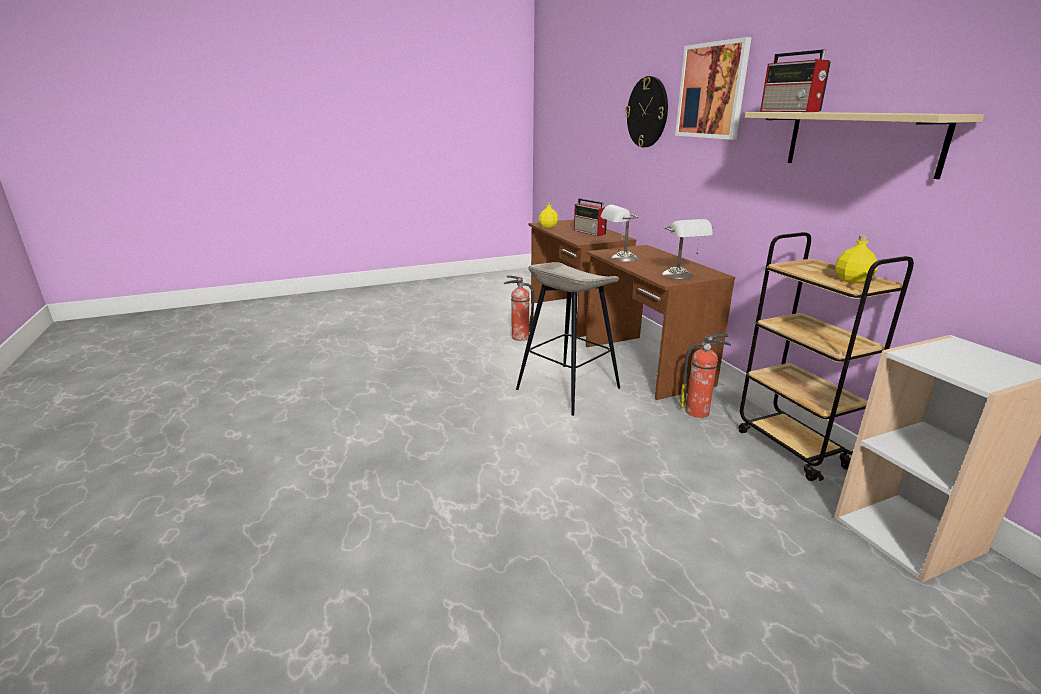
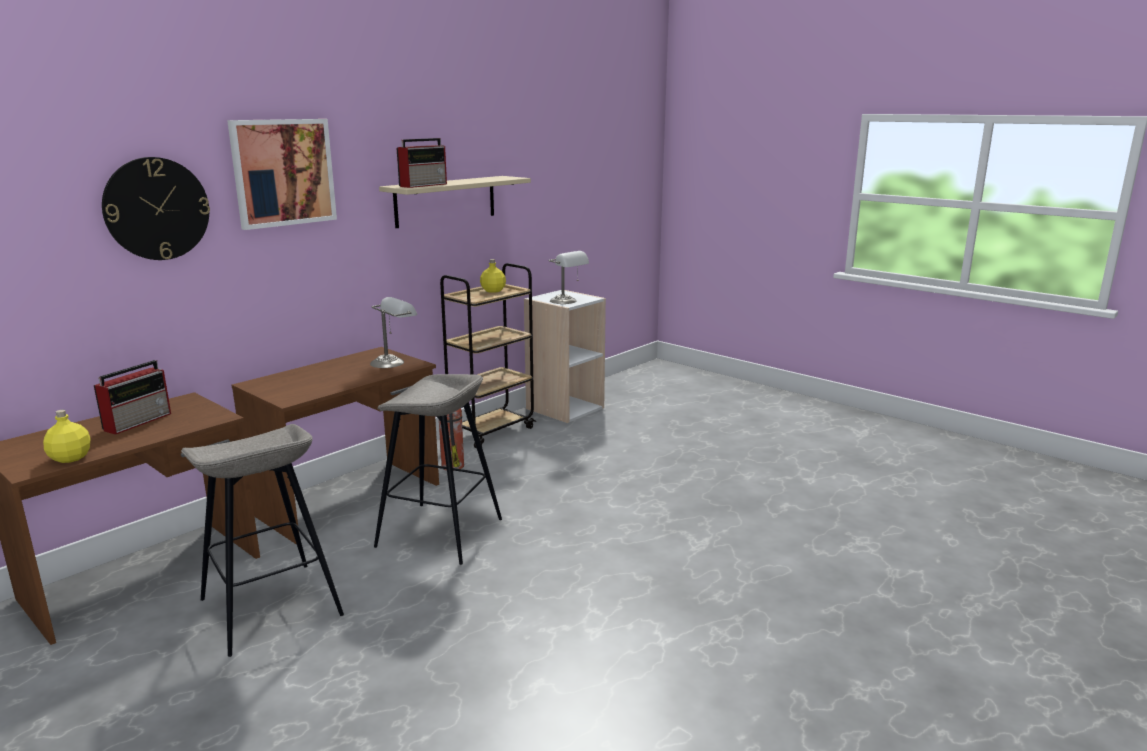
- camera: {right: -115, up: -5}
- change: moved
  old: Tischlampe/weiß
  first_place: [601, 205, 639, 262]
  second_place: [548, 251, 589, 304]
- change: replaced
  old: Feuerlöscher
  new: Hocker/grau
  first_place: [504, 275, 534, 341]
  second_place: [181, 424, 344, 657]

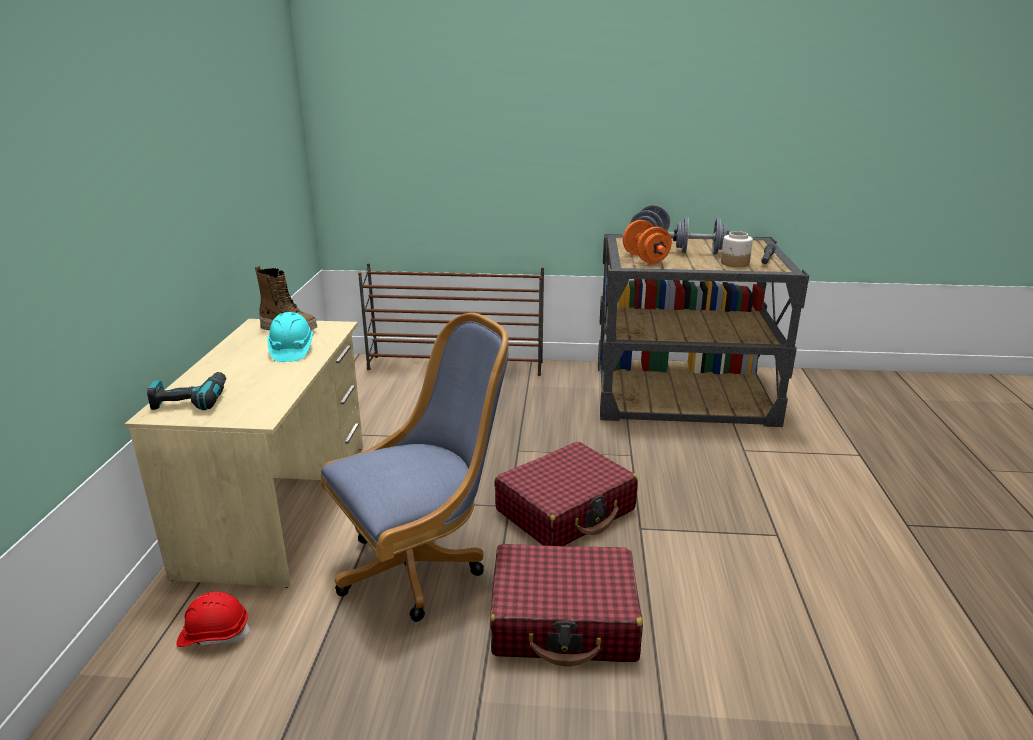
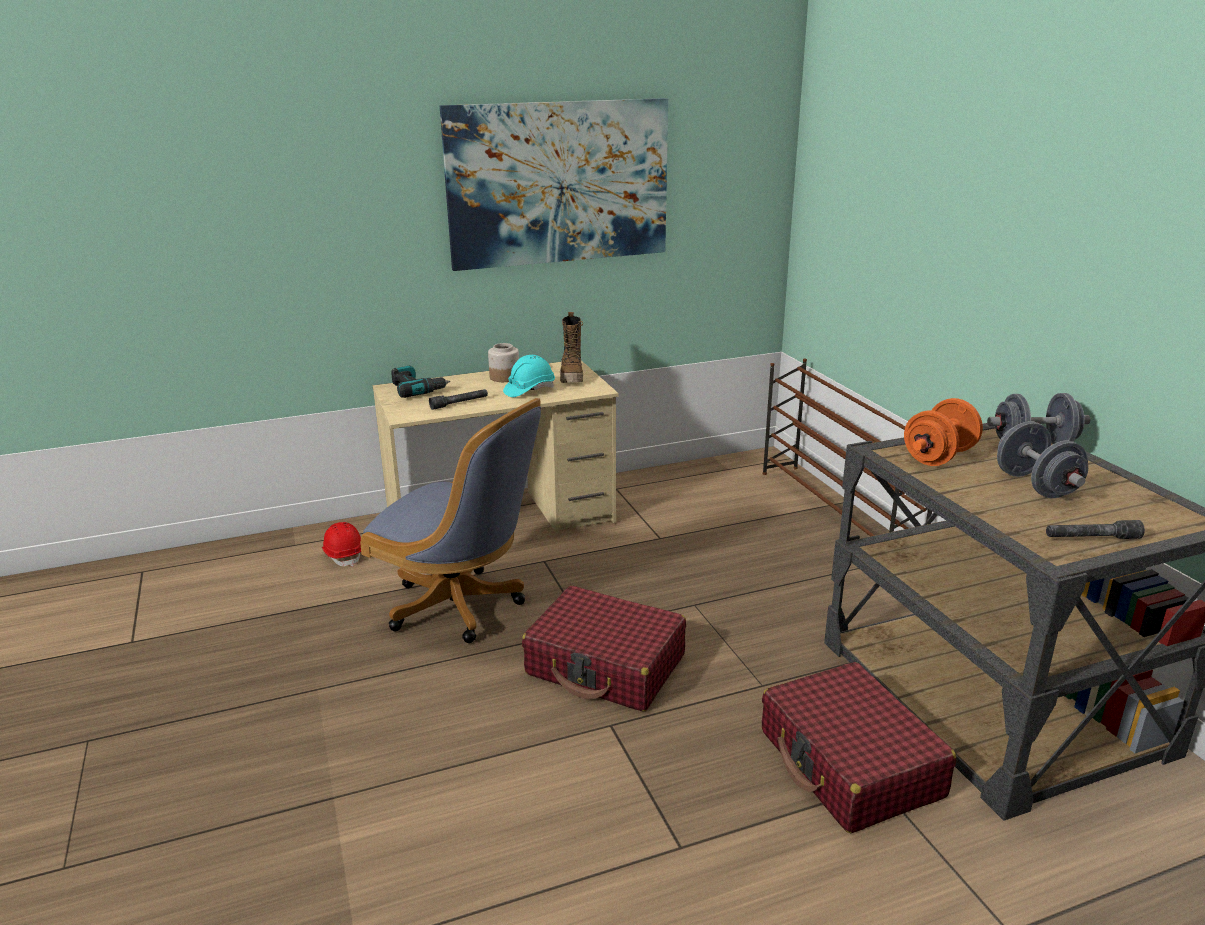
- camera: {right: 65, up: 0}
- change: moved
  old: Vorratsglas
  first_place: [721, 231, 753, 267]
  second_place: [488, 343, 519, 382]
- change: moved
  old: Koffer/rot
  first_place: [490, 544, 643, 667]
  second_place: [762, 662, 956, 833]
- change: added
  new: Bild
  second_place: [439, 98, 668, 271]
- change: added
  new: Taschenlampe/grau
  second_place: [429, 389, 488, 410]

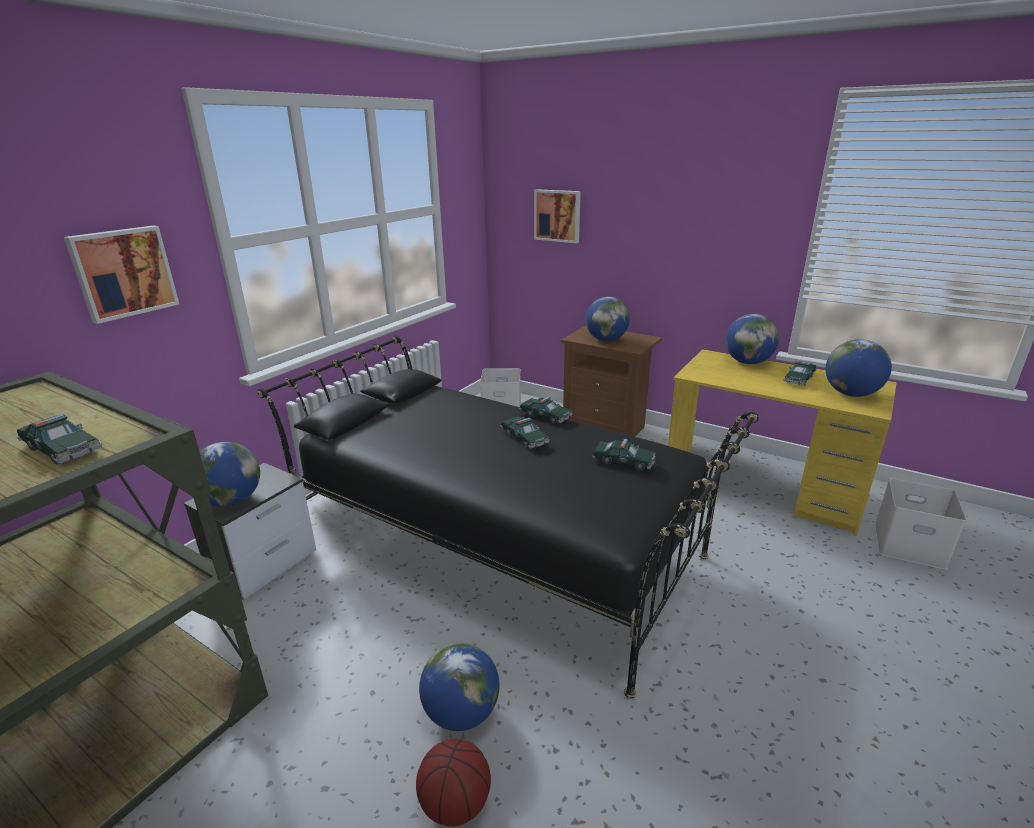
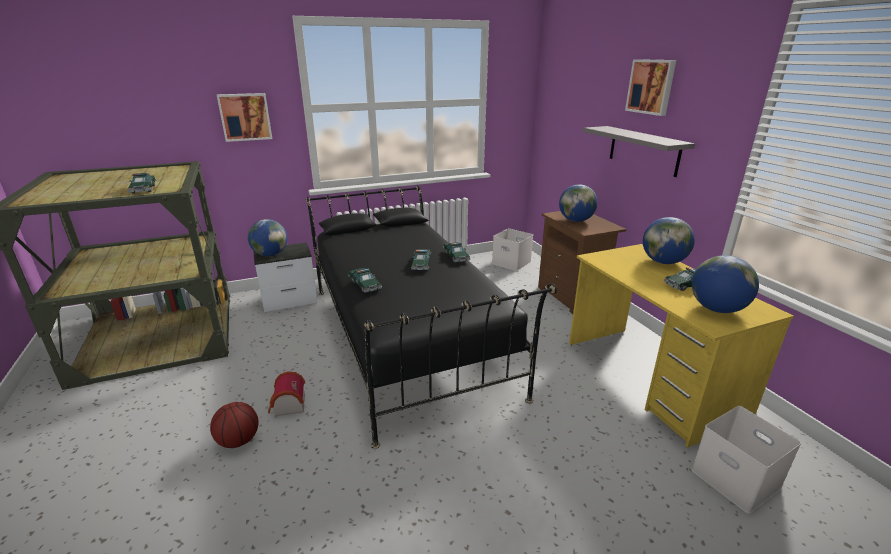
- camera: {right: 35, up: 0}
- change: moved
  old: Bild
  first_place: [534, 189, 581, 243]
  second_place: [625, 59, 676, 116]
- change: moved
  old: Spielzeugauto
  first_place: [592, 439, 656, 471]
  second_place: [348, 268, 382, 293]
- change: replaced
  old: Globus
  new: Spielzeughaus
  first_place: [419, 643, 500, 731]
  second_place: [268, 371, 305, 416]
- change: added
  new: Wandregal/grau
  second_place: [583, 126, 695, 177]

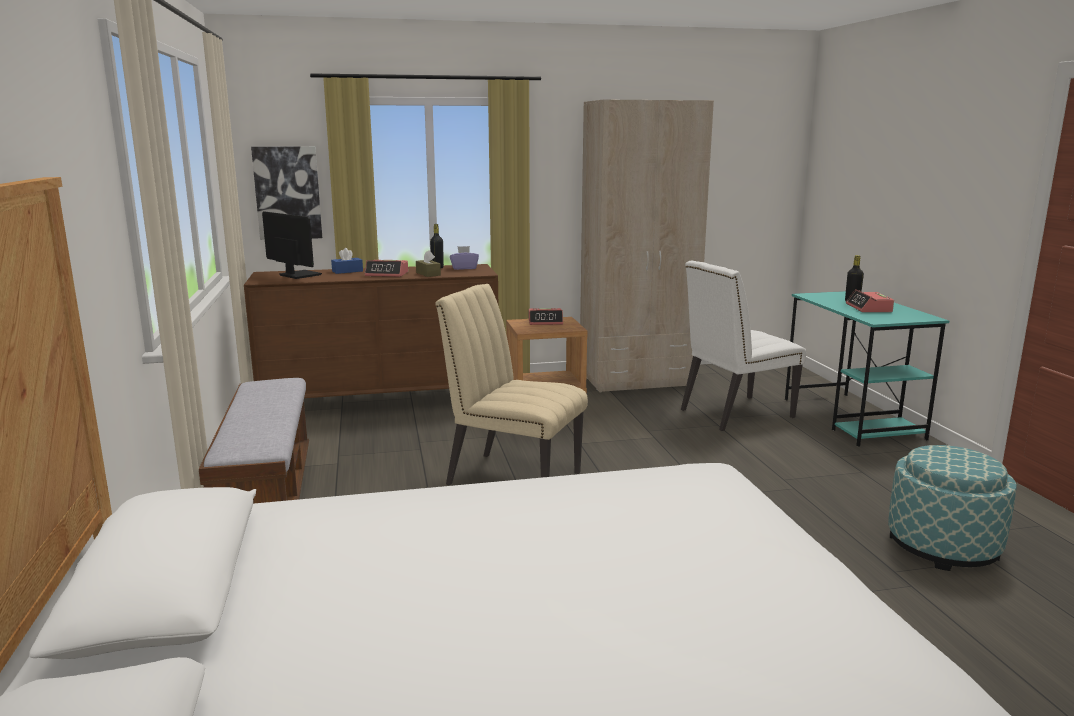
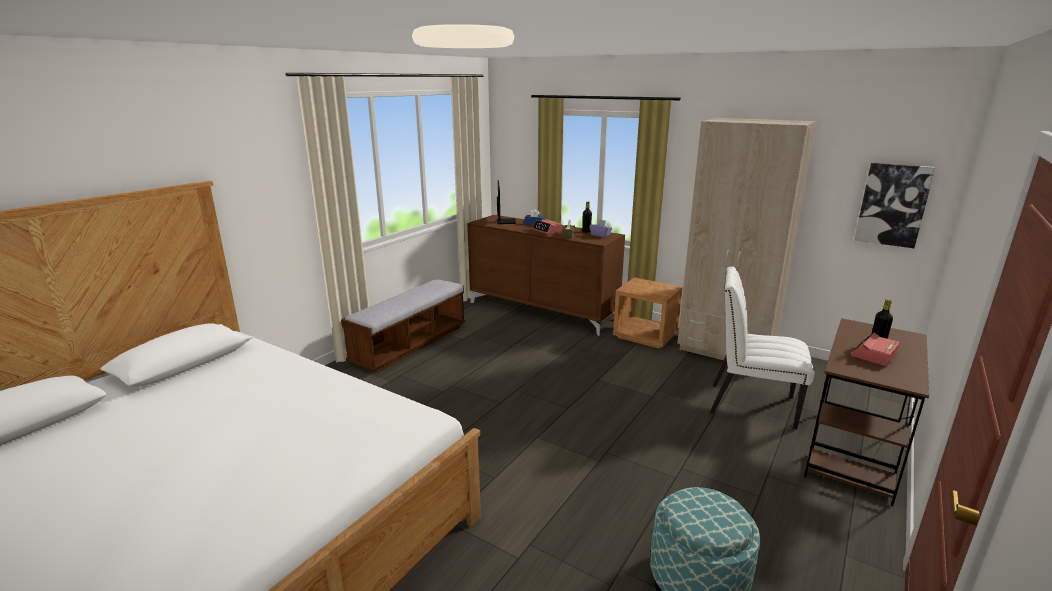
- camera: {right: 45, up: 5}
- change: moved
  old: Bild
  first_place: [251, 146, 322, 240]
  second_place: [854, 163, 935, 248]
- change: removed
  old: Stuhl/beige
  first_place: [435, 284, 588, 485]
- change: recoloured
  old: Schreibtisch/türkis
  new: Schreibtisch/braun
  first_place: [785, 291, 949, 447]
  second_place: [804, 318, 929, 506]
- change: removed
  old: Wecker
  first_place: [529, 308, 563, 325]

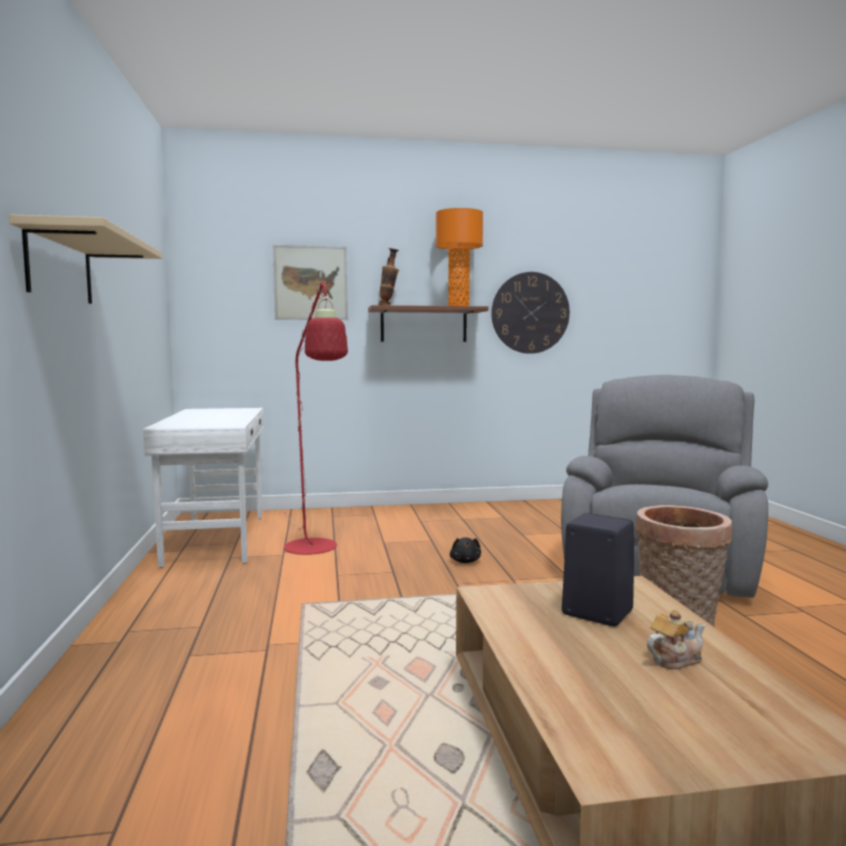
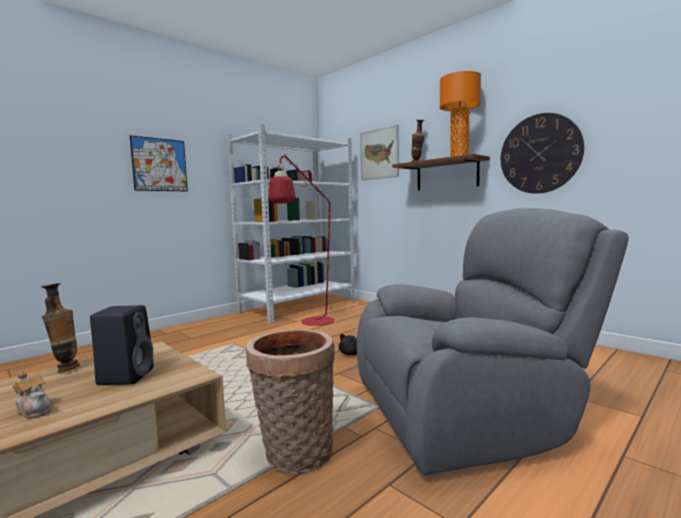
- camera: {right: 55, up: 0}
- change: replaced
  old: Wandregal/beige
  new: Bild
  first_place: [9, 214, 162, 304]
  second_place: [130, 135, 188, 191]
- change: replaced
  old: Konsolentisch/weiß
  new: Bücherregal/weiß
  first_place: [143, 408, 264, 568]
  second_place: [227, 124, 355, 324]
- change: added
  new: Vase
  second_place: [41, 283, 80, 373]

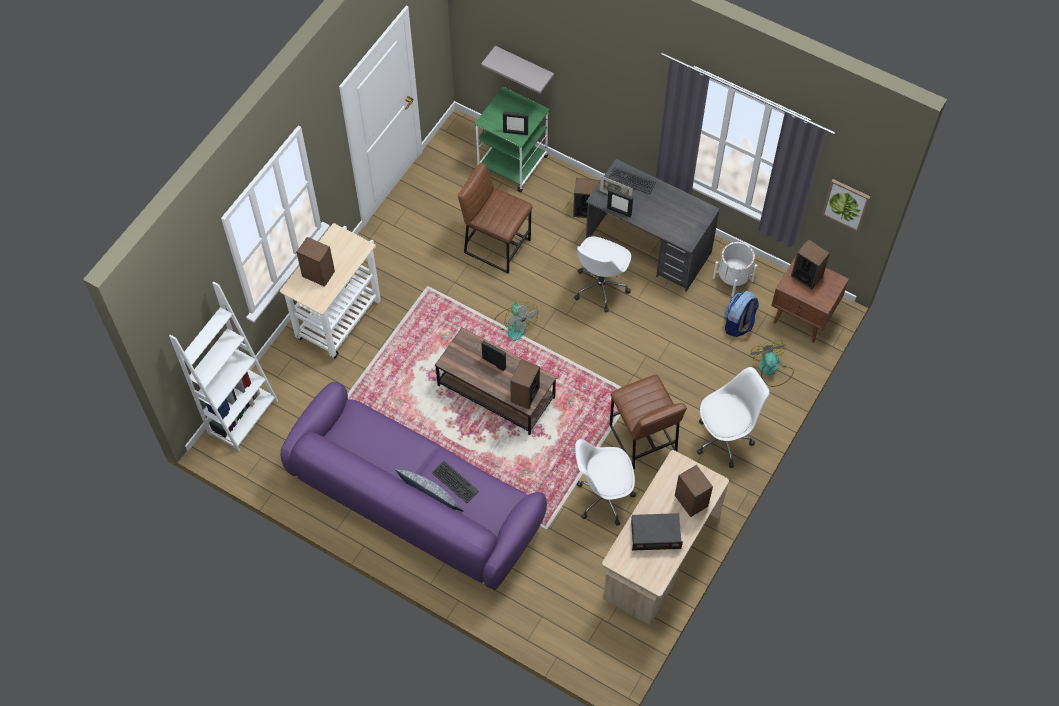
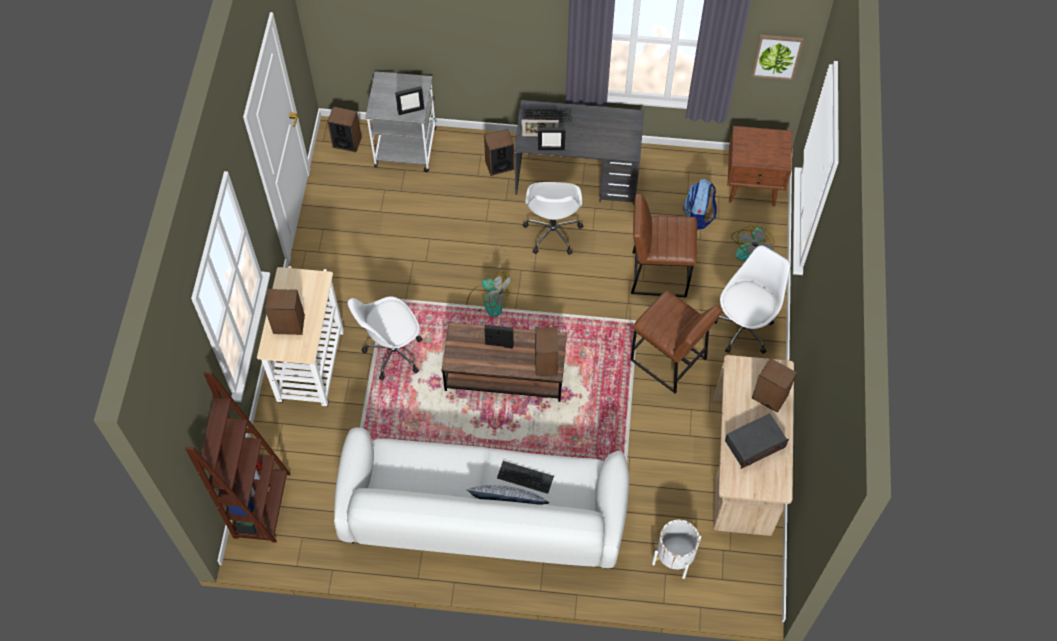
- camera: {right: -25, up: 0}
- change: removed
  old: Wandregal/grau
  first_place: [481, 46, 554, 94]
- change: recoloured
  old: Rollwagen/grün
  new: Rollwagen/grau
  first_place: [474, 87, 550, 192]
  second_place: [365, 71, 436, 172]
- change: moved
  old: Stuhl/braun
  first_place: [458, 163, 533, 274]
  second_place: [631, 194, 697, 297]
- change: moved
  old: Lautsprecher
  first_place: [791, 239, 830, 290]
  second_place: [327, 106, 362, 152]
- change: moved
  old: Pflanzkübel/weiß
  first_place: [713, 242, 757, 297]
  second_place: [652, 520, 701, 579]
- change: recoloured
  old: Bücherregal/weiß
  new: Bücherregal/braun
  first_place: [169, 282, 278, 452]
  second_place: [185, 372, 290, 543]
- change: turned
  old: Ventilator
  first_place: [750, 341, 794, 387]
  second_place: [731, 225, 775, 261]
  degrees: -120
- change: recoloured
  old: Sofa/lila
  new: Sofa/weiß
  first_place: [281, 382, 547, 590]
  second_place: [334, 428, 629, 569]
- change: moved
  old: Bürostuhl/weiß
  first_place: [575, 439, 636, 526]
  second_place: [348, 296, 422, 380]

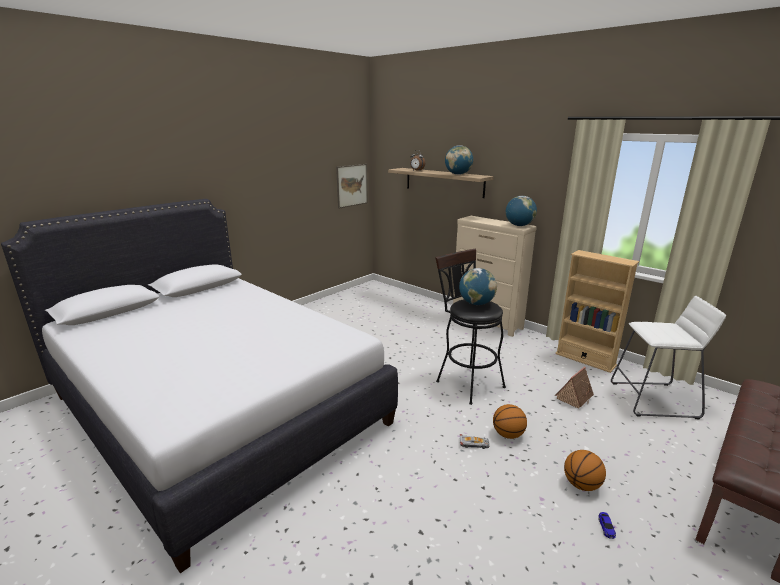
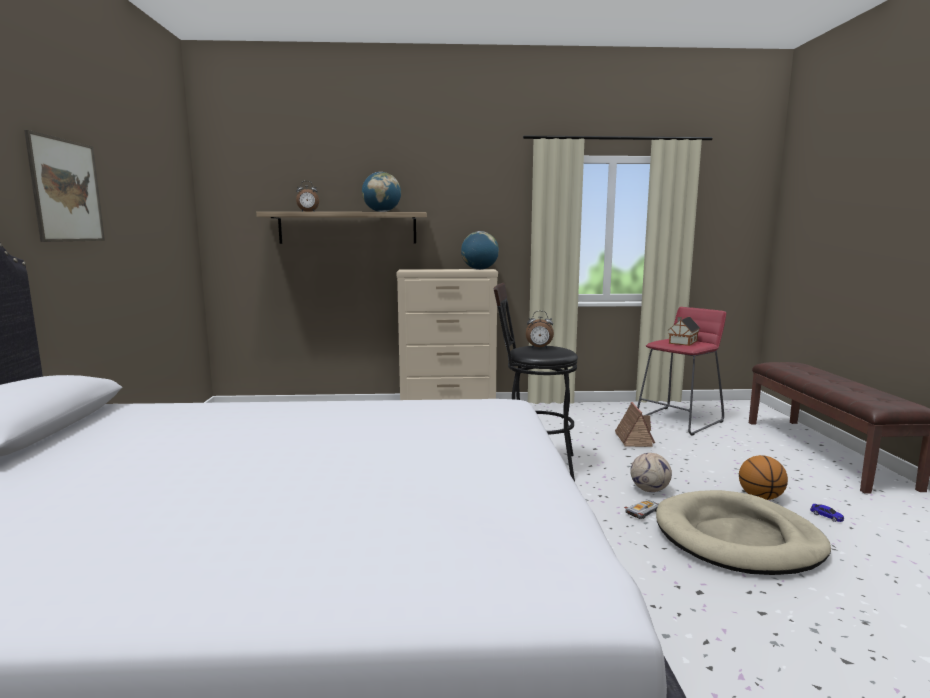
- camera: {right: -45, up: -10}
- change: moved
  old: Bild
  first_place: [336, 164, 368, 209]
  second_place: [24, 130, 105, 242]
- change: removed
  old: Bücherregal/beige
  first_place: [555, 250, 639, 373]
- change: replaced
  old: Globus
  new: Wecker
  first_place: [459, 268, 497, 305]
  second_place: [526, 311, 554, 348]
- change: recoloured
  old: Hocker/weiß
  new: Hocker/rot
  first_place: [611, 296, 726, 419]
  second_place: [637, 307, 726, 436]
- change: replaced
  old: Basketball
  new: Fußball
  first_place: [493, 404, 527, 439]
  second_place: [630, 453, 672, 492]
- change: added
  new: Spielzeughaus
  second_place: [668, 317, 700, 346]
- change: added
  new: Hundebett/beige
  second_place: [656, 490, 831, 575]

